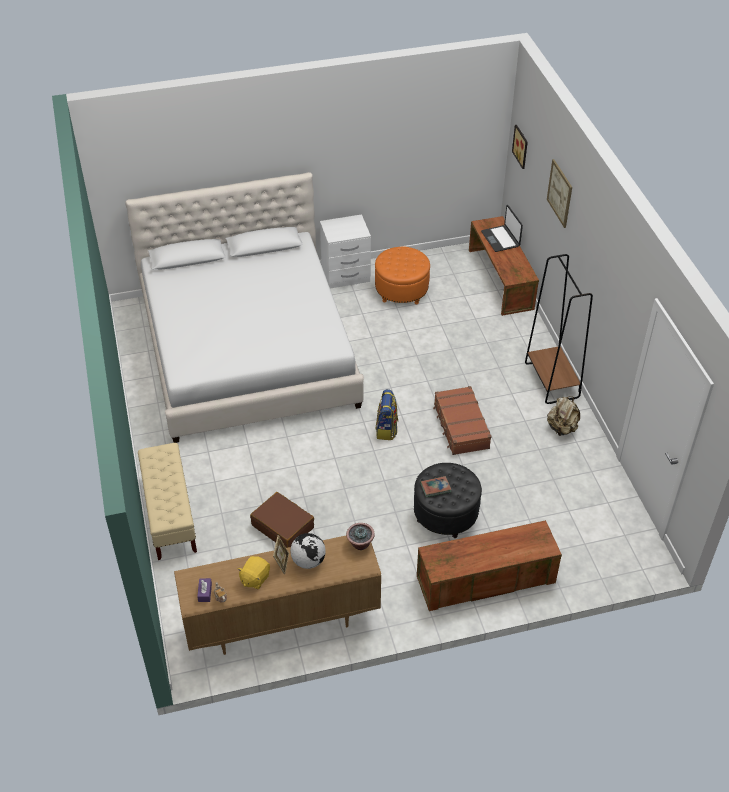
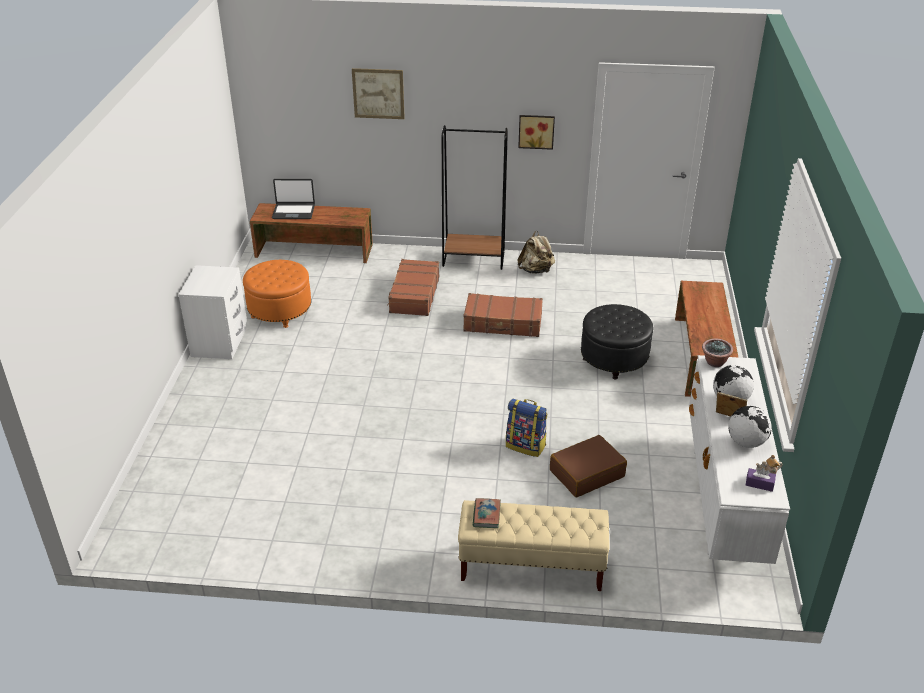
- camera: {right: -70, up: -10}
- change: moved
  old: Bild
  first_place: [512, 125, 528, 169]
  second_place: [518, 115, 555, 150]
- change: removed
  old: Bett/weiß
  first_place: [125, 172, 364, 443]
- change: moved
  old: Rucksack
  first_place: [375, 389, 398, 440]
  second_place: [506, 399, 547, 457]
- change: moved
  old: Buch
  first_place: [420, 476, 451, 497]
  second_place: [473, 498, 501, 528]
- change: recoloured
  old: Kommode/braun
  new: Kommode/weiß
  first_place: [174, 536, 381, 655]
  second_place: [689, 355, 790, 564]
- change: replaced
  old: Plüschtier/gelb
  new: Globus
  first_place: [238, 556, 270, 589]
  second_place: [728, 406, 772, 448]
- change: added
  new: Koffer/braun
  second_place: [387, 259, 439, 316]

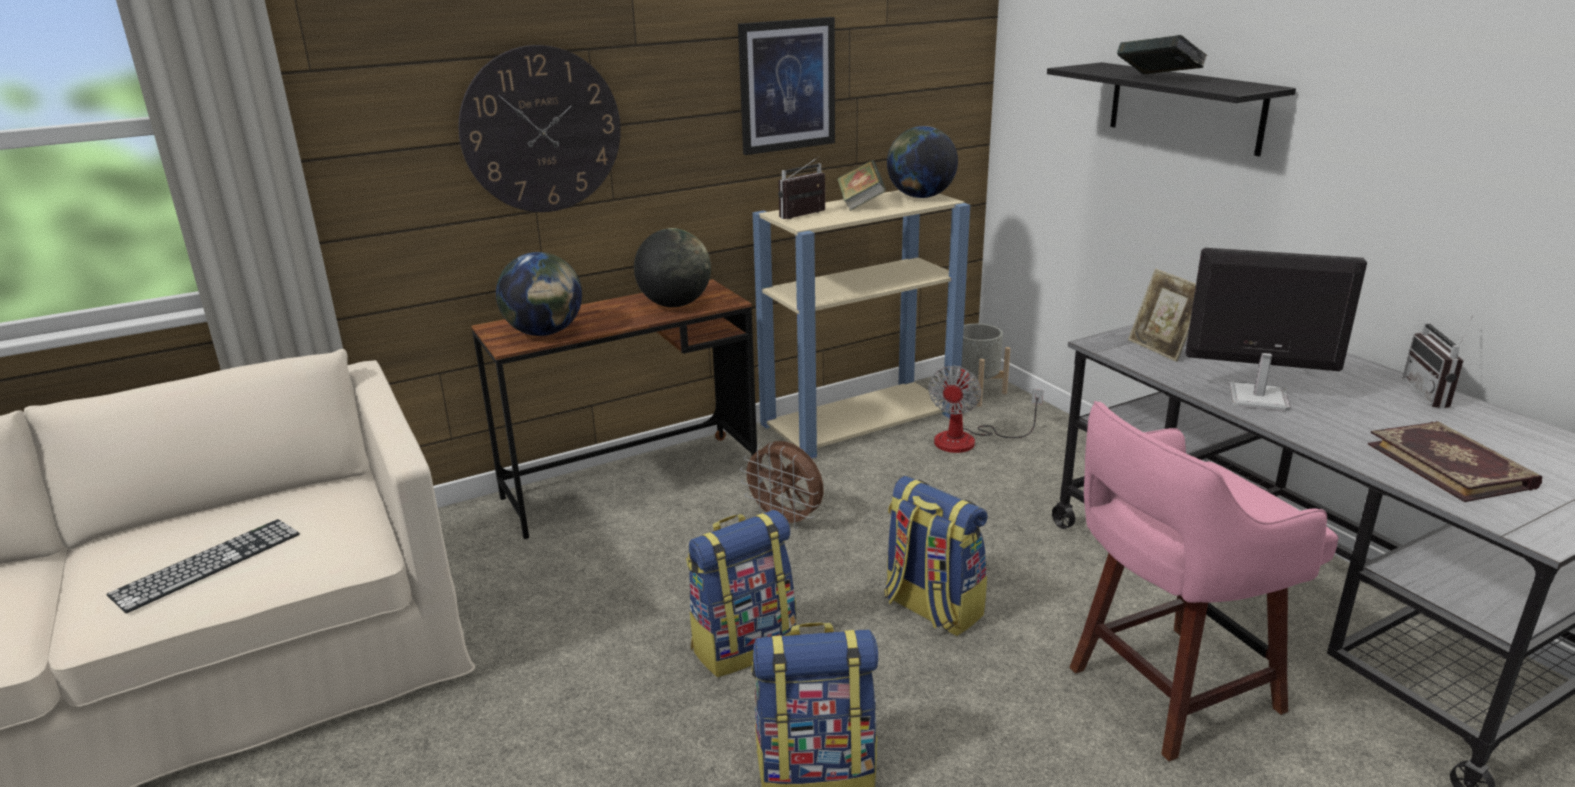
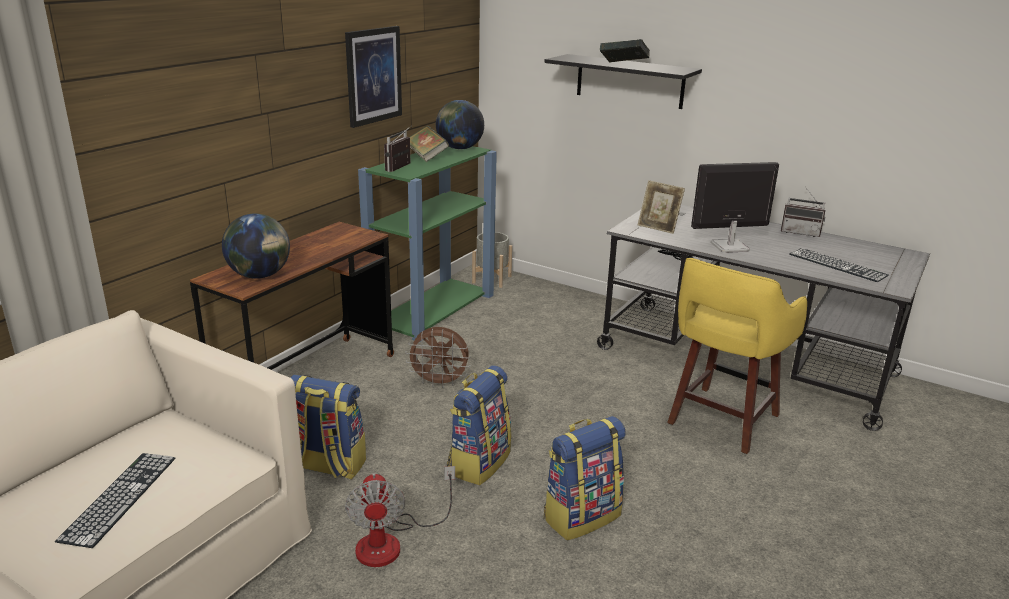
- camera: {right: -30, up: 0}
- change: removed
  old: Wanduhr
  first_place: [458, 45, 621, 212]
- change: recoloured
  old: Bücherregal/beige
  new: Bücherregal/grün
  first_place: [752, 190, 970, 459]
  second_place: [358, 146, 497, 343]
- change: removed
  old: Globus
  first_place: [634, 228, 711, 307]
- change: turned
  old: Radio
  first_place: [1403, 315, 1473, 409]
  second_place: [781, 187, 826, 237]
  degrees: -45
- change: moved
  old: Ventilator
  first_place: [928, 366, 1043, 453]
  second_place: [345, 466, 455, 567]
- change: recoloured
  old: Hocker/rosa
  new: Hocker/gelb
  first_place: [1070, 401, 1338, 762]
  second_place: [667, 258, 807, 454]
- change: replaced
  old: Buch
  new: Tastatur
  first_place: [1368, 421, 1542, 502]
  second_place: [789, 248, 889, 282]
- change: moved
  old: Rucksack
  first_place: [884, 476, 987, 636]
  second_place: [290, 375, 366, 479]

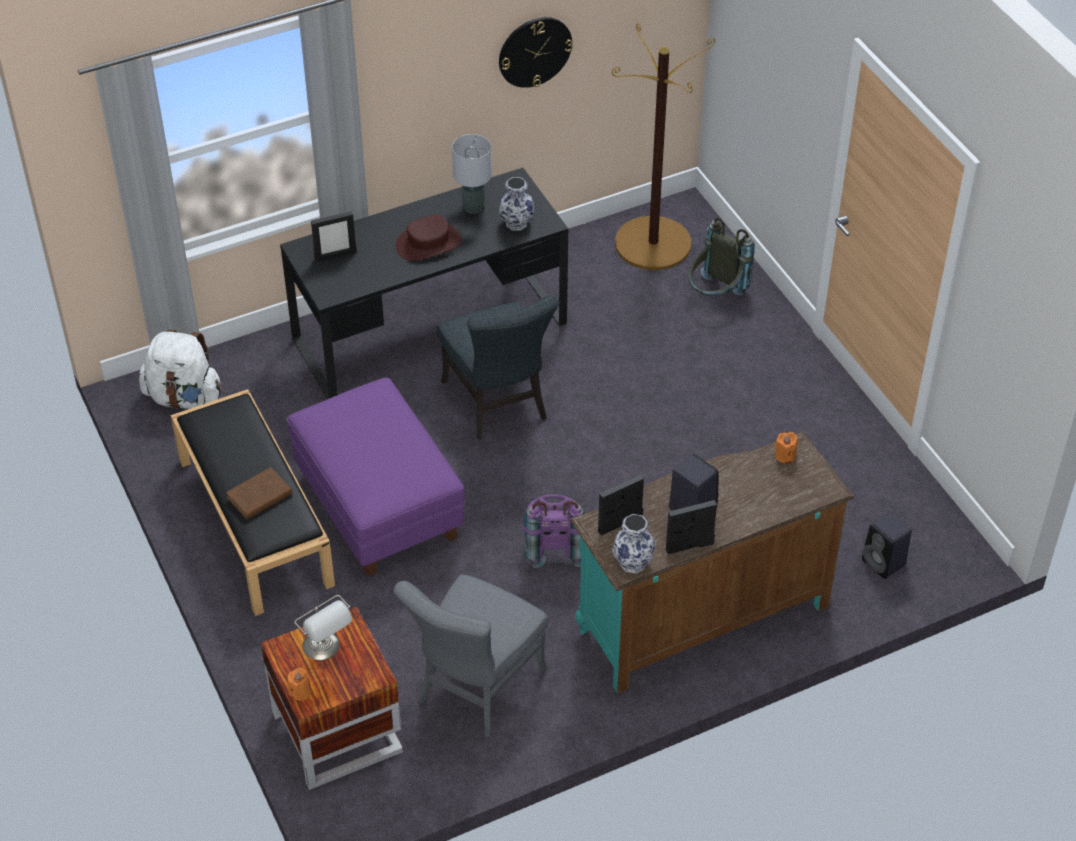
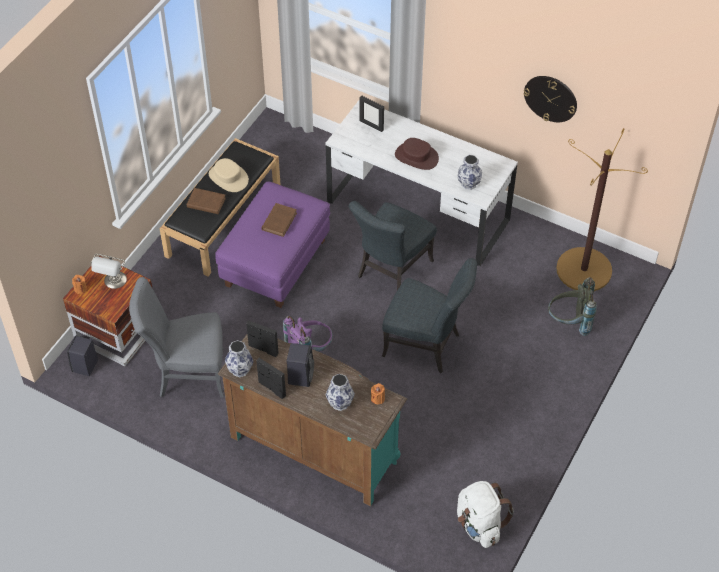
- camera: {right: 55, up: 5}
- change: removed
  old: Tischlampe/grau
  first_place: [452, 134, 492, 214]
- change: recoloured
  old: Schreibtisch/schwarz
  new: Schreibtisch/weiß
  first_place: [280, 168, 568, 399]
  second_place: [325, 101, 518, 267]
- change: moved
  old: Rucksack/weiß
  first_place: [139, 330, 222, 409]
  second_place: [457, 481, 514, 548]
- change: moved
  old: Lautsprecher/schwarz
  first_place: [862, 512, 912, 579]
  second_place: [67, 336, 98, 376]
- change: added
  new: Hut/beige
  second_place: [209, 158, 249, 192]
- change: added
  new: Buch/braun
  second_place: [262, 203, 297, 237]
- change: added
  new: Stuhl/grau
  second_place: [382, 258, 477, 373]
- change: added
  new: Vase
  second_place: [325, 374, 355, 411]

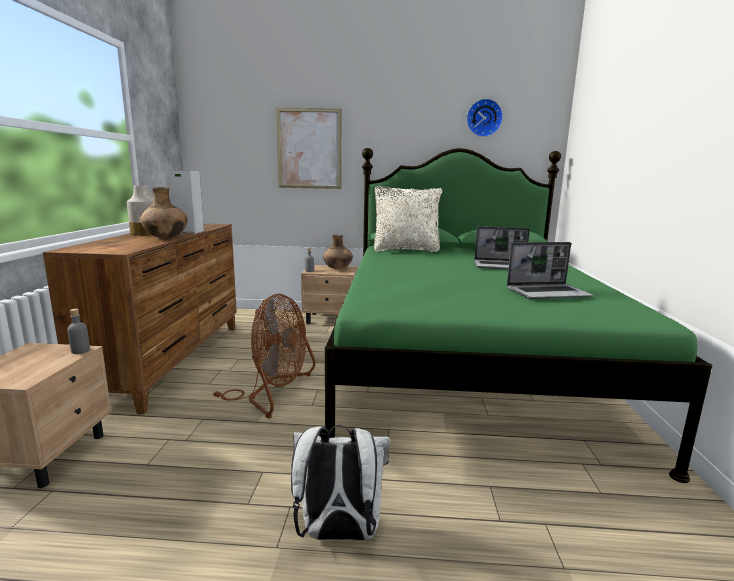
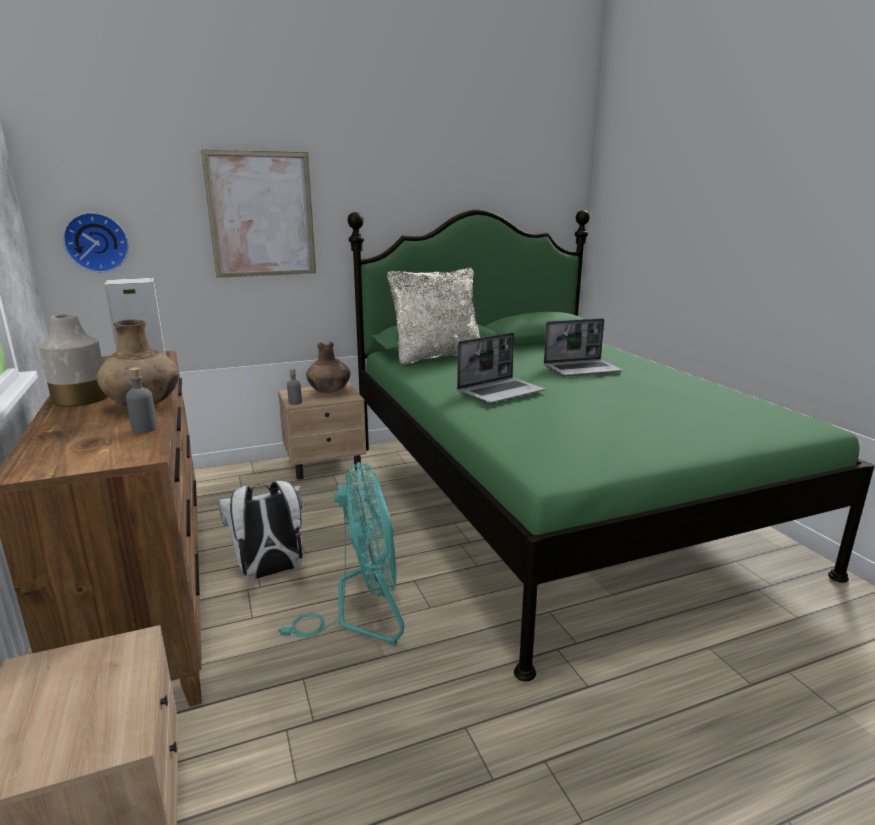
- camera: {right: -25, up: 5}
- change: moved
  old: Wanduhr
  first_place: [466, 98, 503, 137]
  second_place: [63, 212, 129, 273]
- change: moved
  old: Laptop
  first_place: [507, 242, 593, 299]
  second_place: [457, 332, 545, 404]
- change: recoloured
  old: Ventilator/braun
  new: Ventilator/türkis
  first_place: [213, 294, 316, 419]
  second_place: [279, 462, 404, 646]
- change: moved
  old: Flasche/grau
  first_place: [67, 309, 90, 354]
  second_place: [126, 367, 157, 433]
- change: moved
  old: Rucksack/weiß
  first_place: [291, 425, 389, 540]
  second_place: [218, 481, 303, 579]

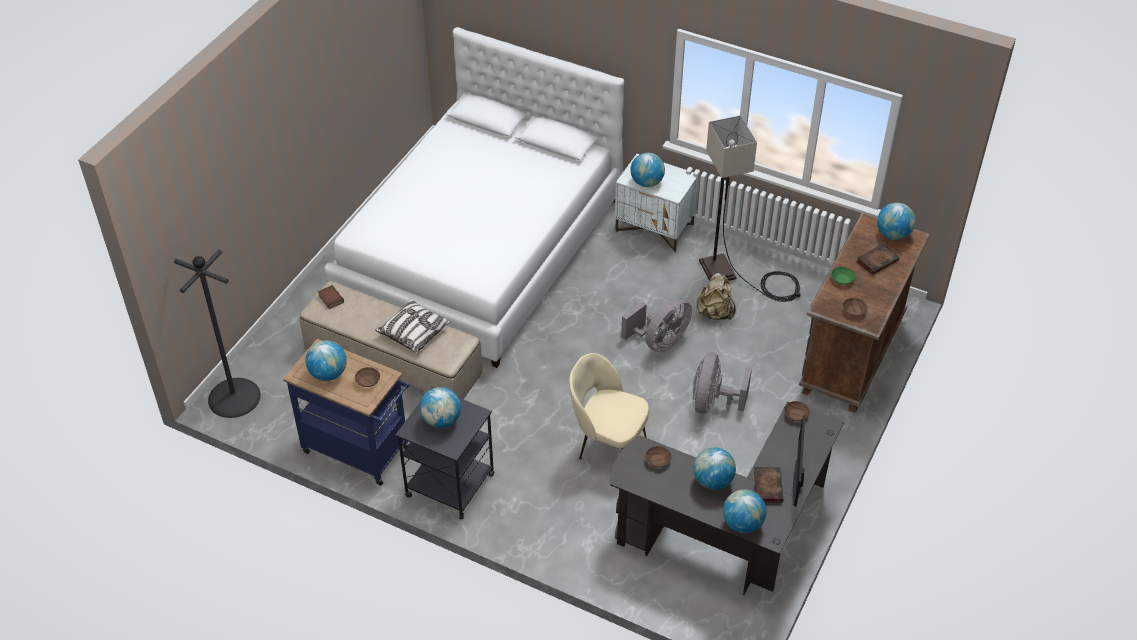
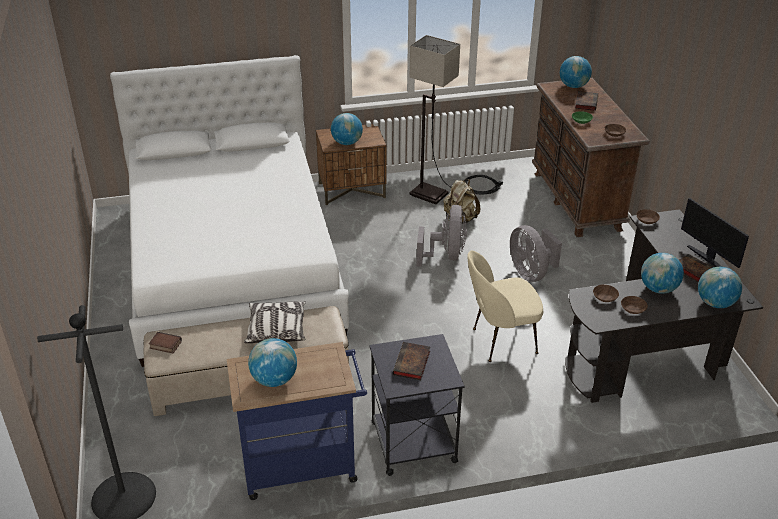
- camera: {right: -40, up: -10}
- change: recoloured
  old: Nachttisch/weiß
  new: Nachttisch/braun
  first_place: [615, 154, 697, 252]
  second_place: [316, 124, 387, 206]
- change: moved
  old: Schüssel/braun
  first_place: [355, 367, 380, 387]
  second_place: [621, 296, 648, 314]
- change: replaced
  old: Globus
  new: Buch
  first_place: [420, 387, 461, 428]
  second_place: [393, 342, 430, 380]

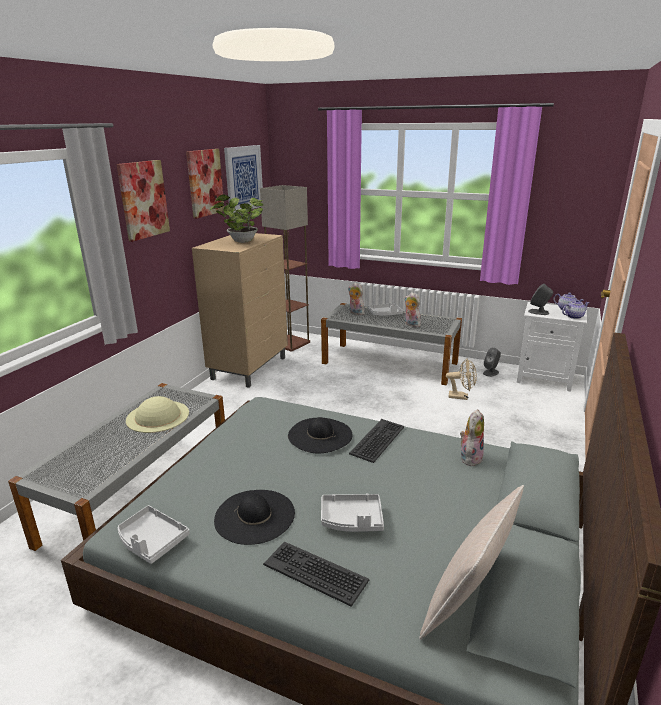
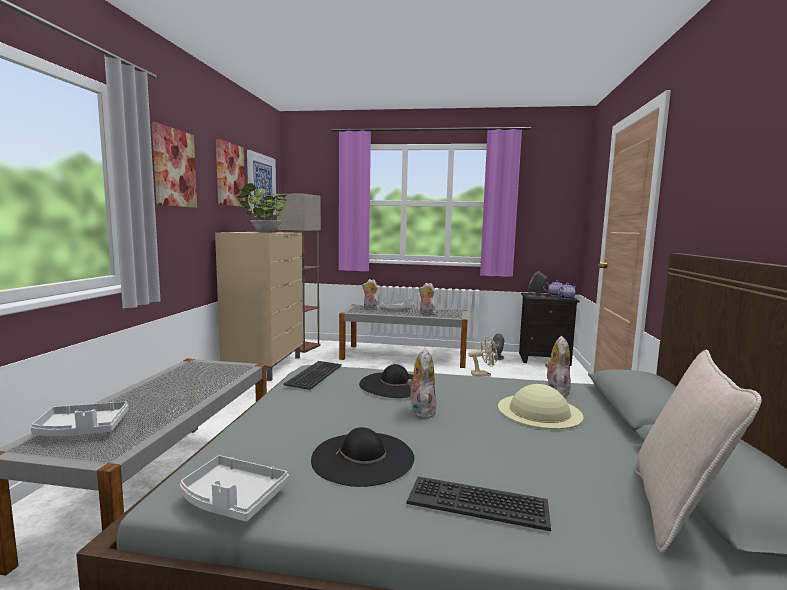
- camera: {right: -15, up: -15}
- change: recoloured
  old: Nachttisch/weiß
  new: Nachttisch/schwarz
  first_place: [517, 302, 587, 392]
  second_place: [519, 293, 580, 366]
- change: moved
  old: Hut/beige
  first_place: [126, 396, 189, 433]
  second_place: [498, 384, 584, 429]
- change: moved
  old: Tastatur
  first_place: [349, 419, 404, 463]
  second_place: [284, 361, 342, 390]
- change: moved
  old: Tablett/grau
  first_place: [321, 494, 384, 532]
  second_place: [31, 401, 129, 436]
- change: added
  new: Plüschtier
  second_place: [407, 348, 436, 419]

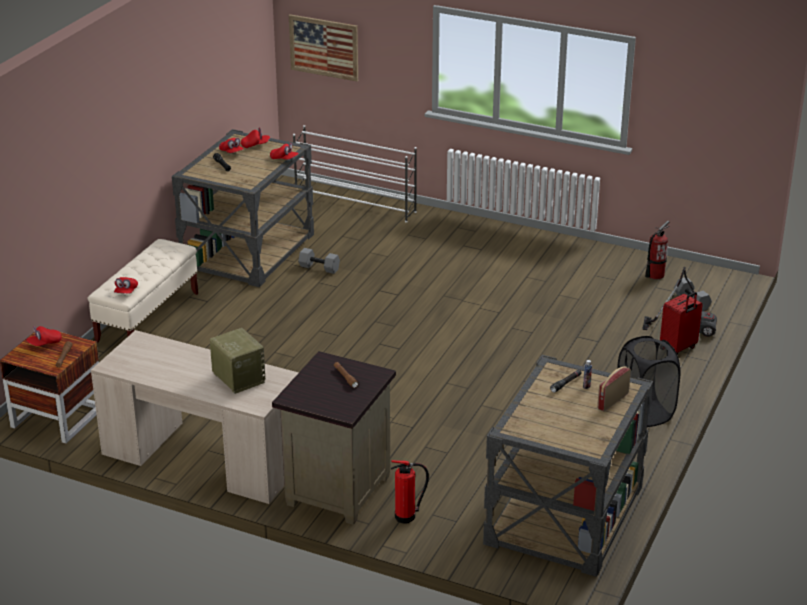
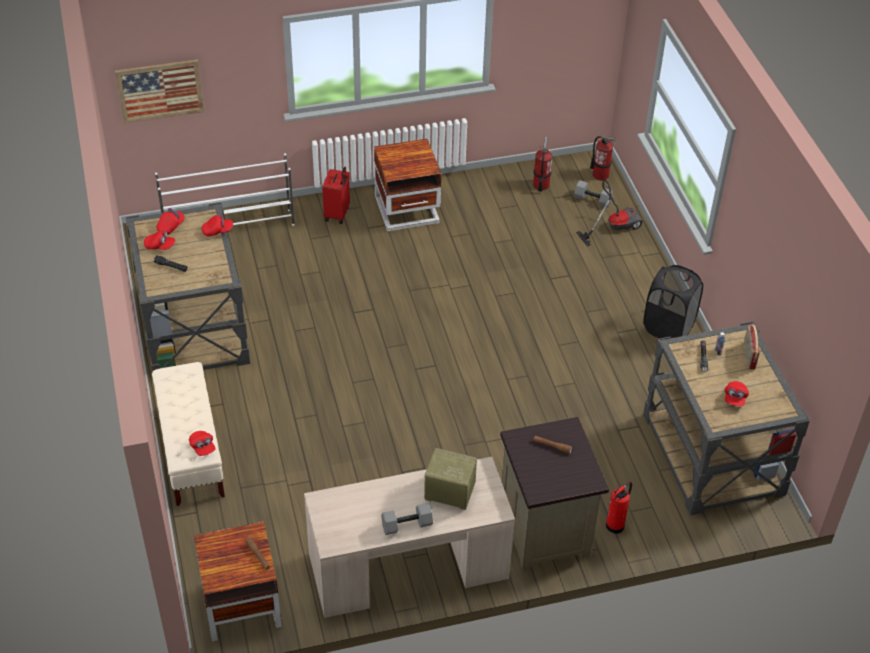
- camera: {right: -40, up: 15}
- change: moved
  old: Hantel/grau
  first_place: [298, 248, 340, 274]
  second_place: [381, 503, 433, 535]
- change: moved
  old: Koffer/rot
  first_place: [660, 292, 703, 355]
  second_place: [322, 167, 350, 224]
- change: moved
  old: Kappe/rot
  first_place: [26, 326, 62, 346]
  second_place: [725, 381, 749, 406]
- change: added
  new: Feuerlöscher
  second_place: [590, 135, 616, 180]
- change: added
  new: Nachttisch
  second_place: [374, 139, 441, 232]

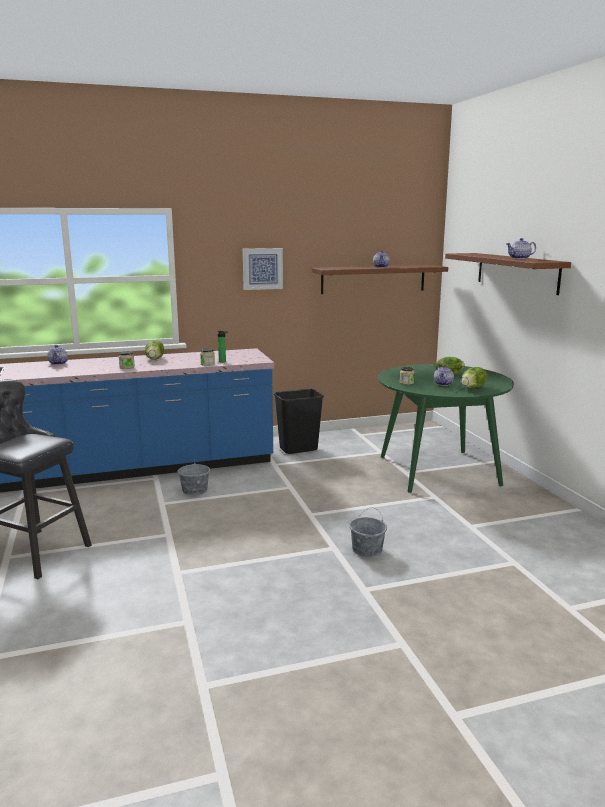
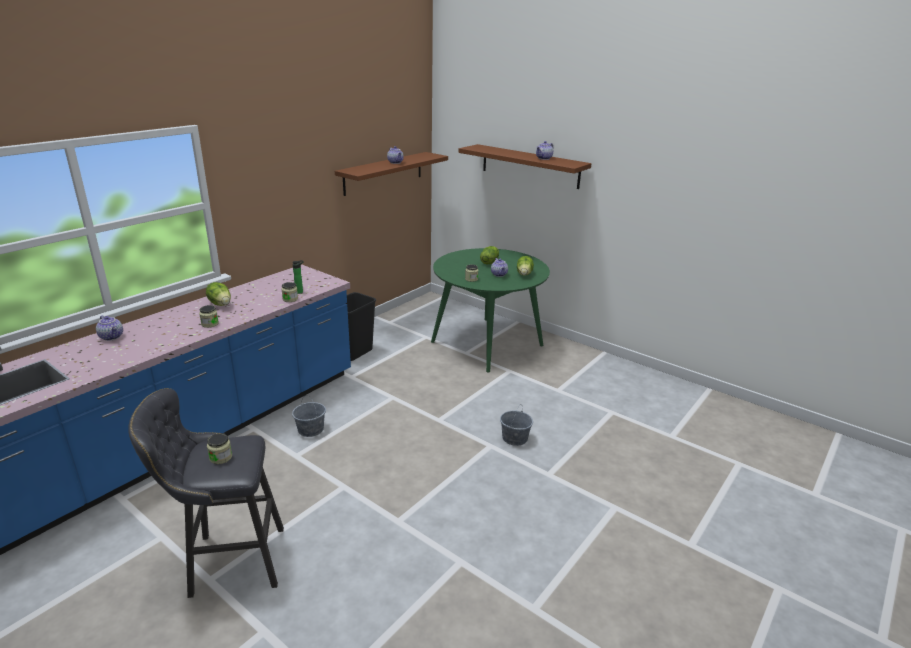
- camera: {right: -35, up: 10}
- change: removed
  old: Bild
  first_place: [243, 248, 283, 290]
- change: added
  new: Vorratsglas
  second_place: [207, 433, 232, 464]

